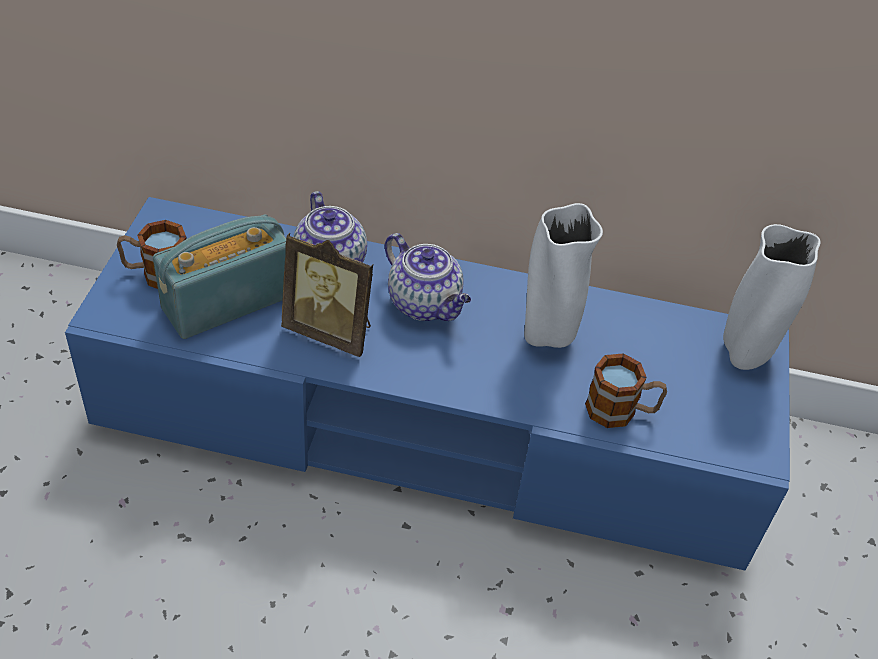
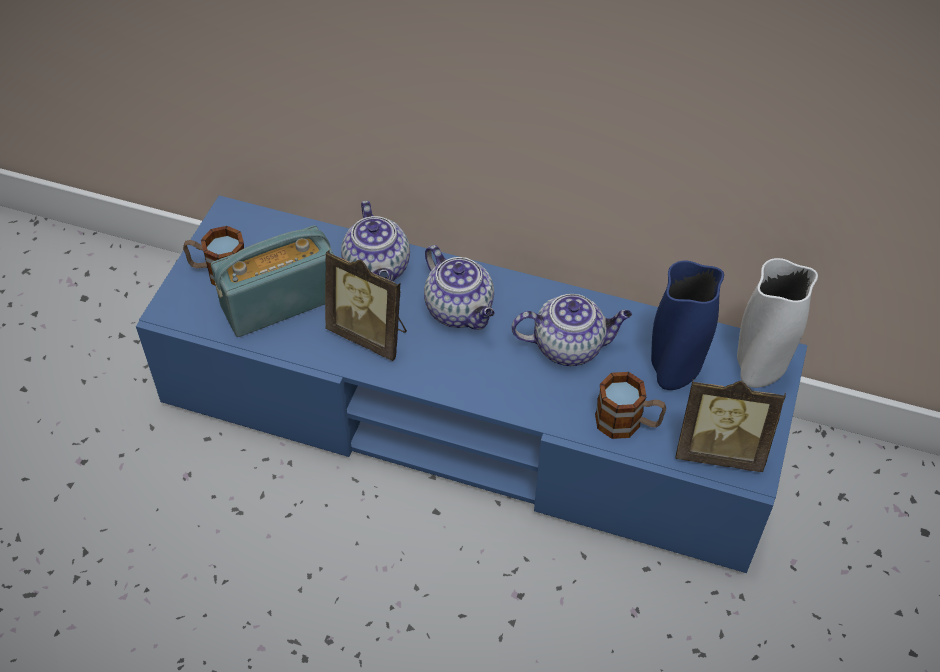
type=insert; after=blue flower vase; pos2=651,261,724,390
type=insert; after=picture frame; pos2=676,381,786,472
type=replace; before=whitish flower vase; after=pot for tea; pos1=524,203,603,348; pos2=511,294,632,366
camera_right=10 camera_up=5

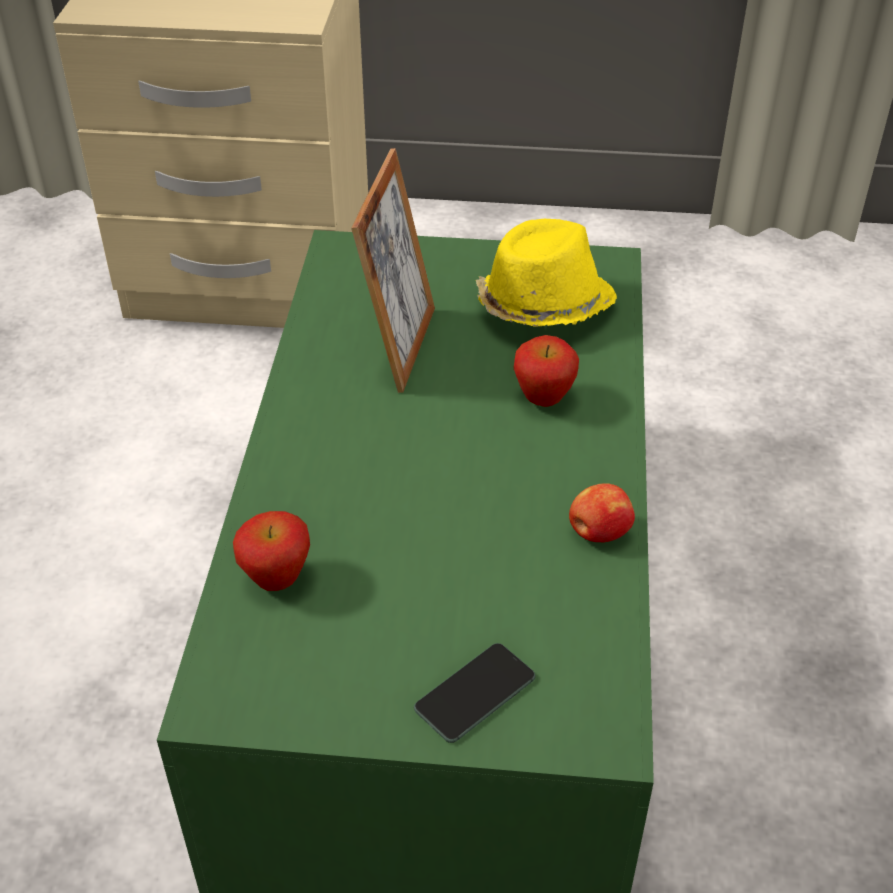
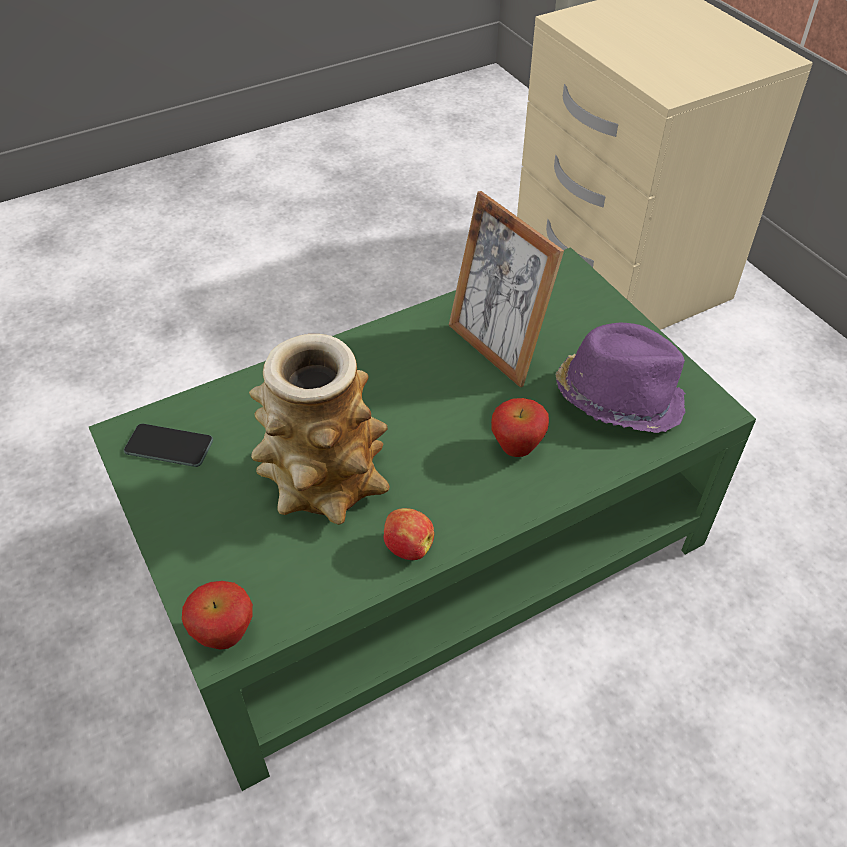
type=insert; after=flower vase; pos2=249,334,390,525
type=move; before=apple; pos1=233,511,310,591; pos2=182,581,253,650
type=move; before=phone; pos1=414,643,535,743; pos2=124,424,213,467
type=recolor; before=yellowish clothing hat; after=purplish clothing hat; pos1=476,219,617,327; pos2=555,323,686,433
type=rotate; before=picture frame; pos1=351,148,435,393; pos2=449,191,564,387; turn=75
camera_right=55 camera_up=5

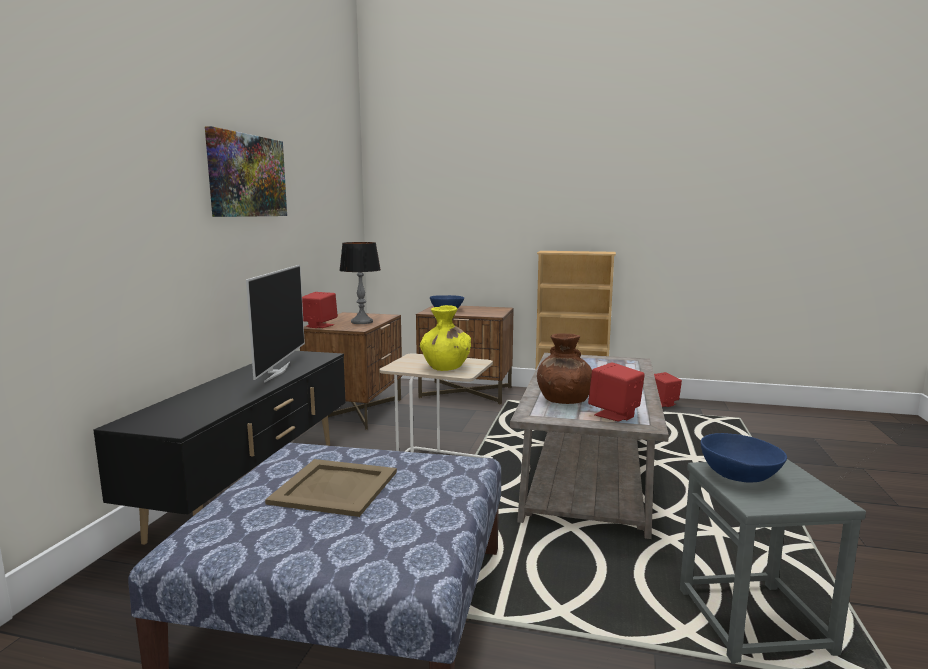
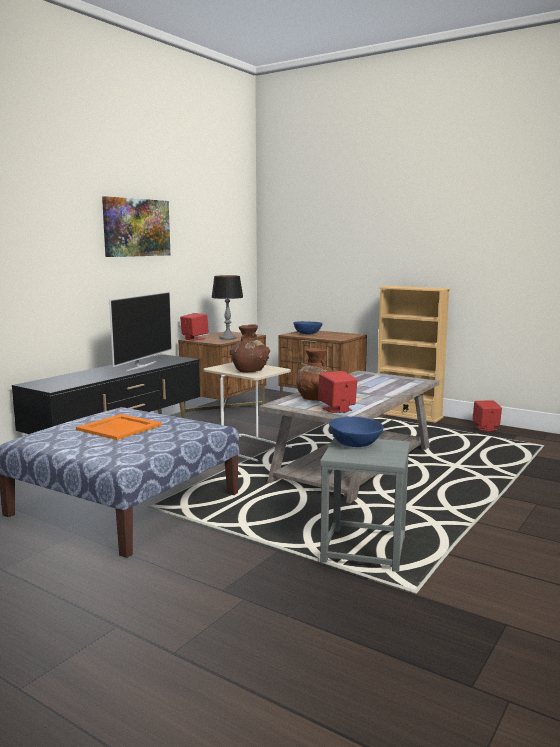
type=recolor; before=beige-coloured tray; after=orange-coloured tray; pos1=265,459,397,517; pos2=76,414,162,440
type=recolor; before=yellowish flower vase; after=brownish flower vase; pos1=420,305,471,371; pos2=230,324,270,372
camera_right=20 camera_up=0

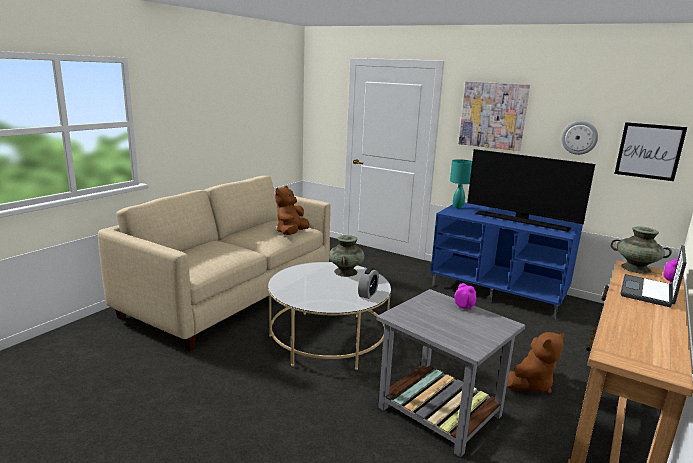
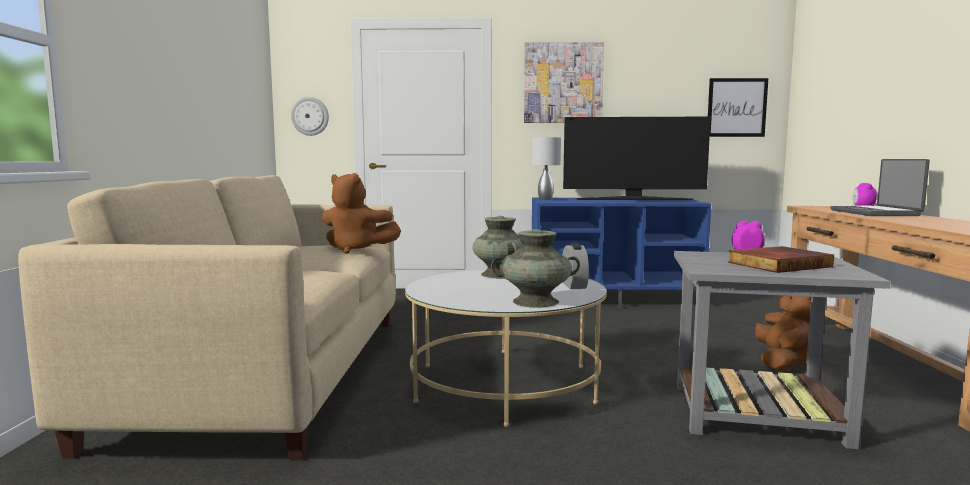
type=insert; after=bound book; pos2=728,246,834,273
type=move; before=hanging clock; pos1=562,121,598,155; pos2=291,97,329,136
type=move; before=turquoise flower vase; pos1=611,227,672,274; pos2=491,229,580,307
type=recolor; before=turquoise tabletop lamp; after=greyish tabletop lamp; pos1=450,159,472,208; pos2=532,137,561,200
type=rotate; before=brownish plush toy; pos1=275,186,309,235; pos2=322,173,401,254; turn=-60
camera_right=-30 camera_up=-10

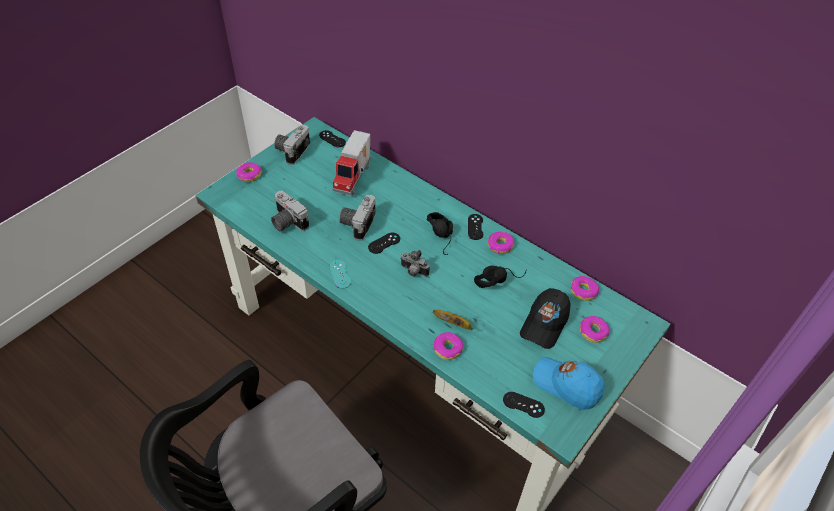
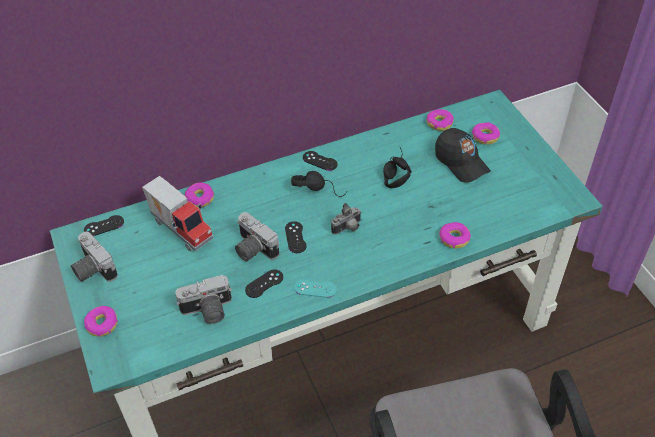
type=delete; before=banana; pos1=433,310,473,330
type=delete; before=blue cap; pos1=533,357,605,410
type=move; before=doughnut; pos1=488,232,514,254; pos2=185,182,214,207
type=move; before=blackish gamepad; pos1=503,392,545,418; pos2=245,269,283,298
camera_right=-60 camera_up=0

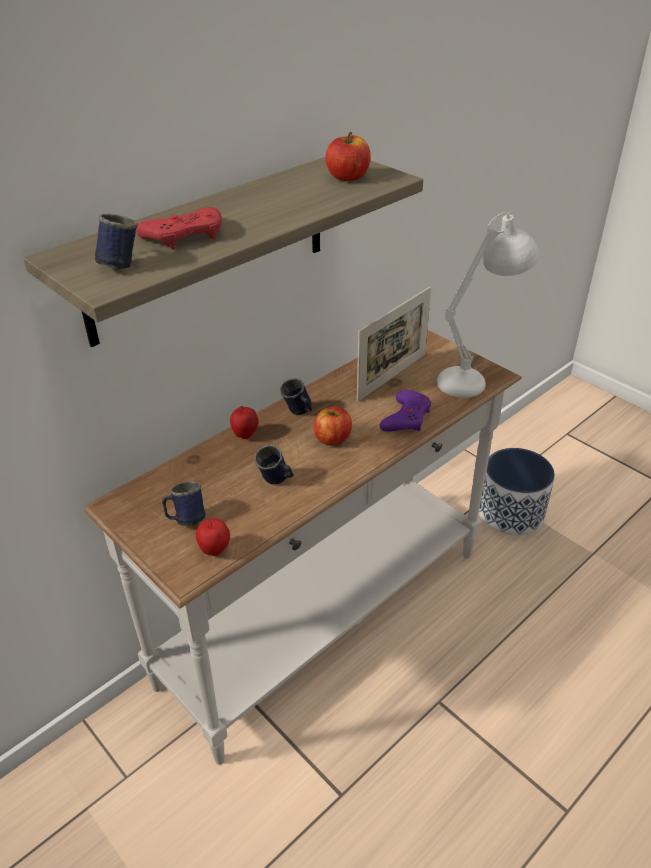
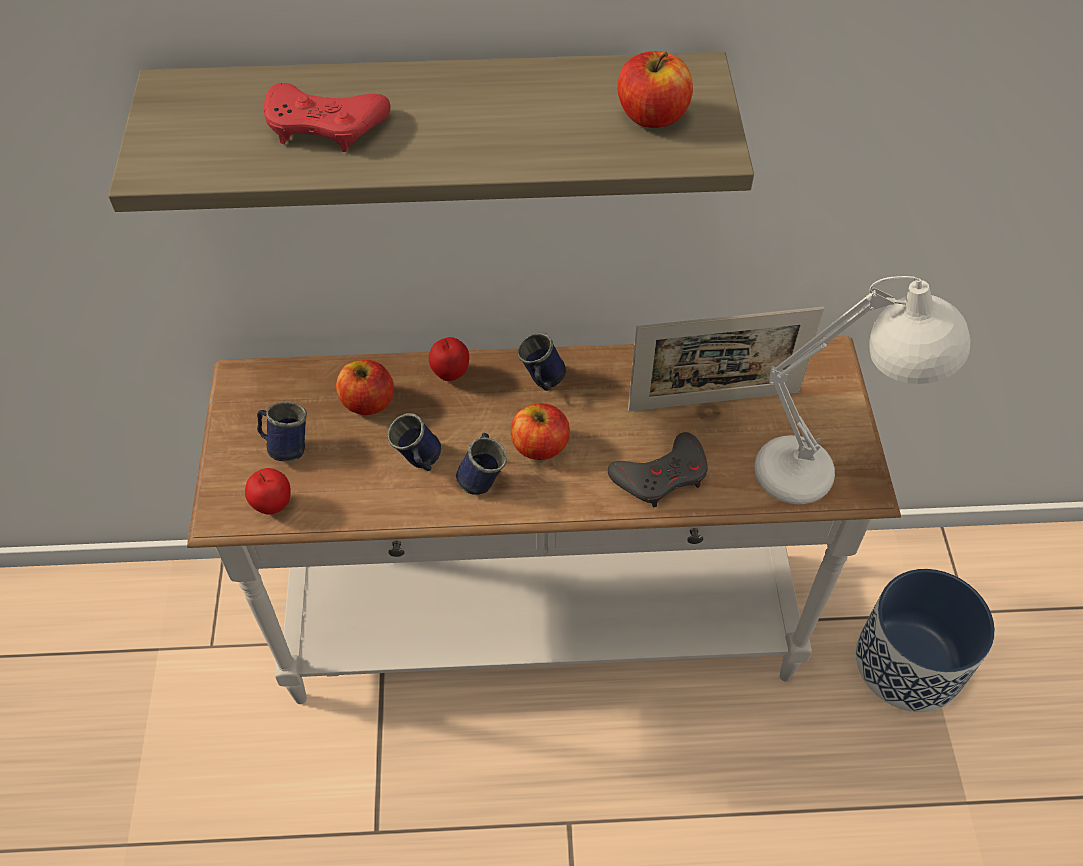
type=insert; after=apple; pos2=336,360,394,415
type=move; before=blue mug; pos1=95,214,138,269; pos2=456,432,507,495
type=recolor; before=purplish gamepad; after=greyish gamepad; pos1=379,390,431,432; pos2=608,432,708,507
camera_right=40 camera_up=15

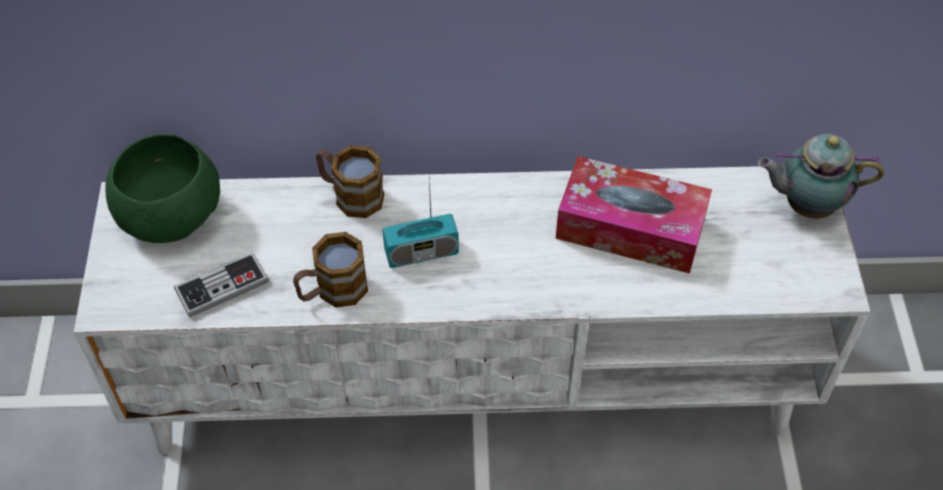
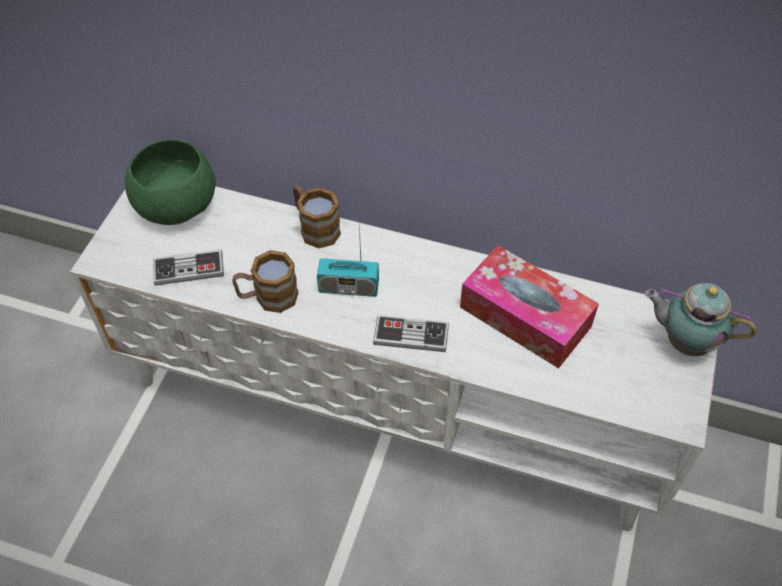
type=insert; after=gamepad; pos2=373,315,449,352
camera_right=20 camera_up=0

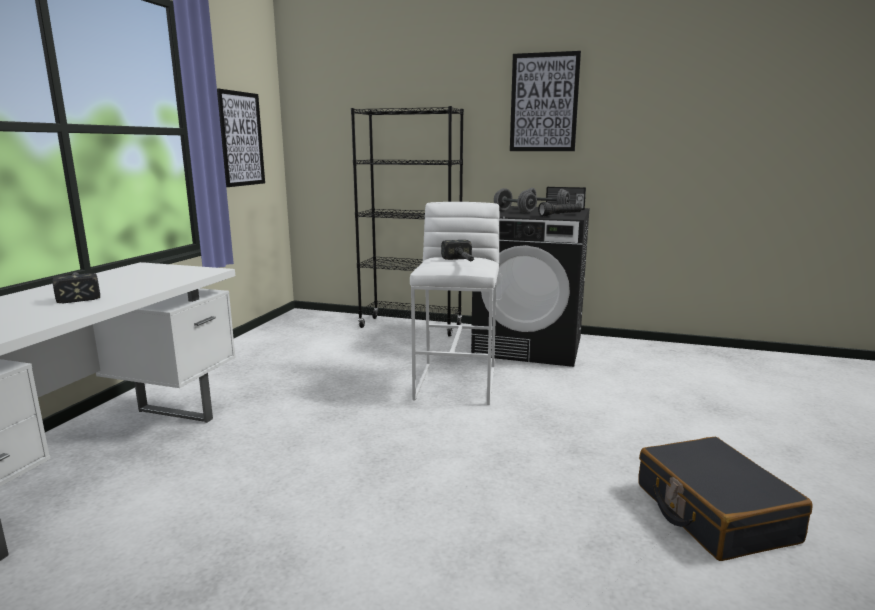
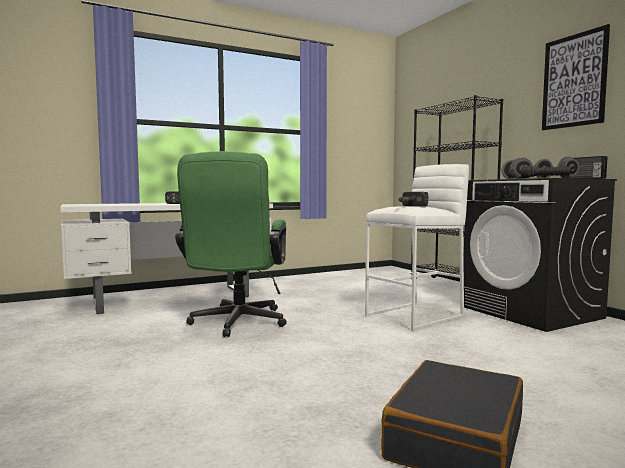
type=delete; before=wall art; pos1=217,88,265,187
type=insert; after=greenish desk chair; pos2=175,151,287,337
camera_right=45 camera_up=-10

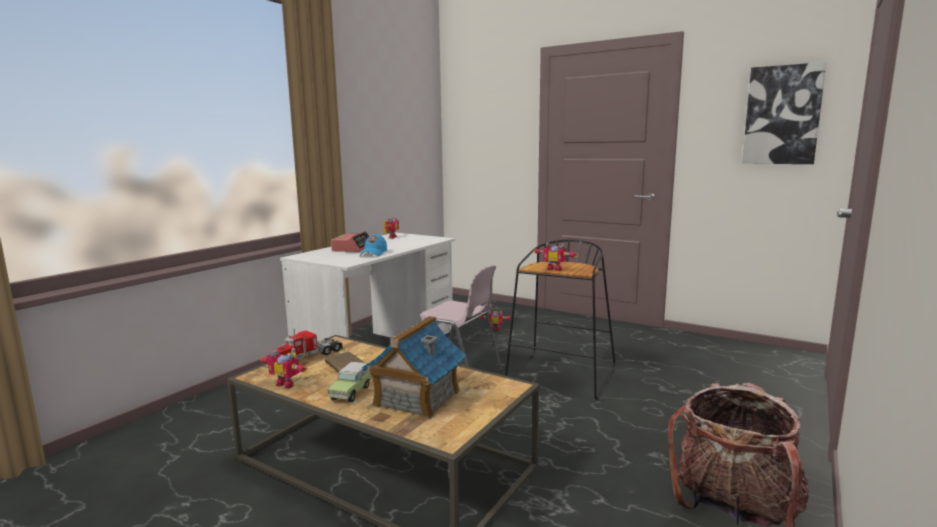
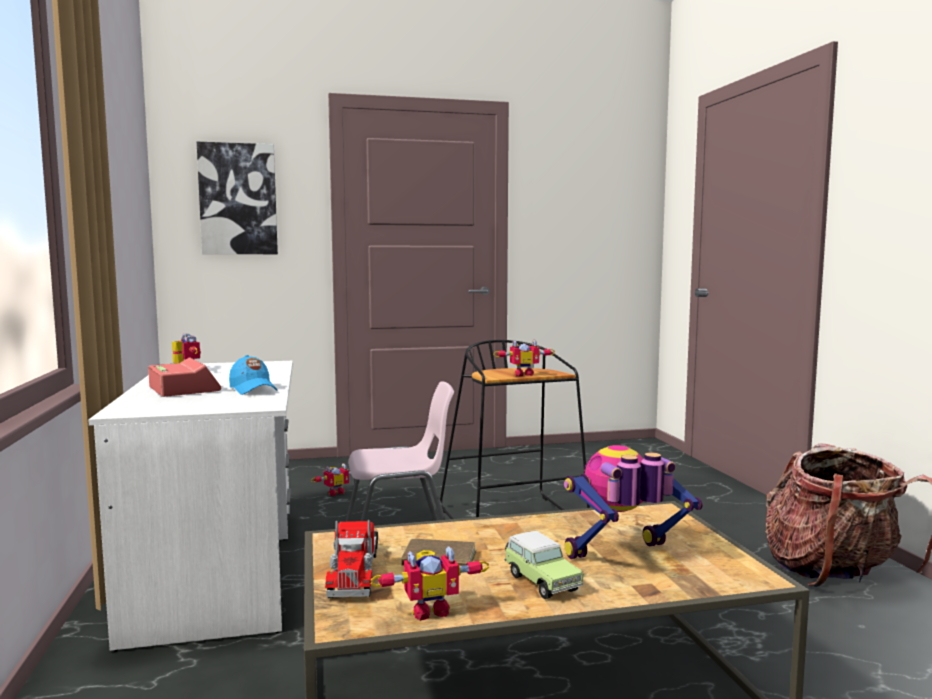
type=move; before=wall art; pos1=742,62,826,164; pos2=197,142,278,254
type=replace; before=model house; after=robot figure; pos1=362,316,466,419; pos2=564,445,703,559
camera_right=-45 camera_up=-5

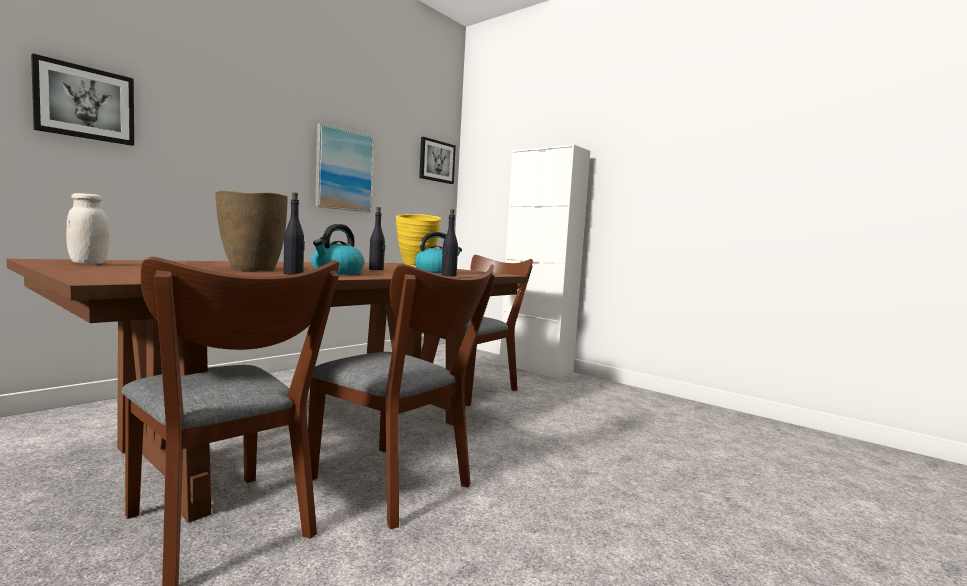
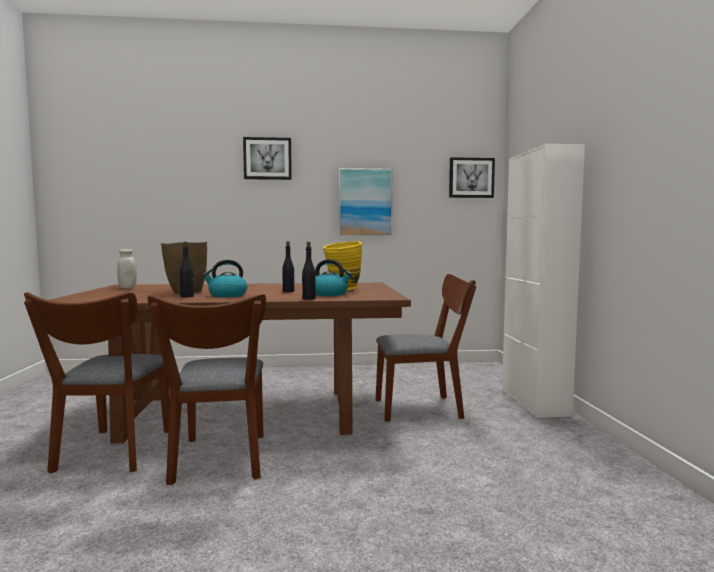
type=move; before=wall art; pos1=31,53,134,146; pos2=243,137,292,180
camera_right=45 camera_up=0

